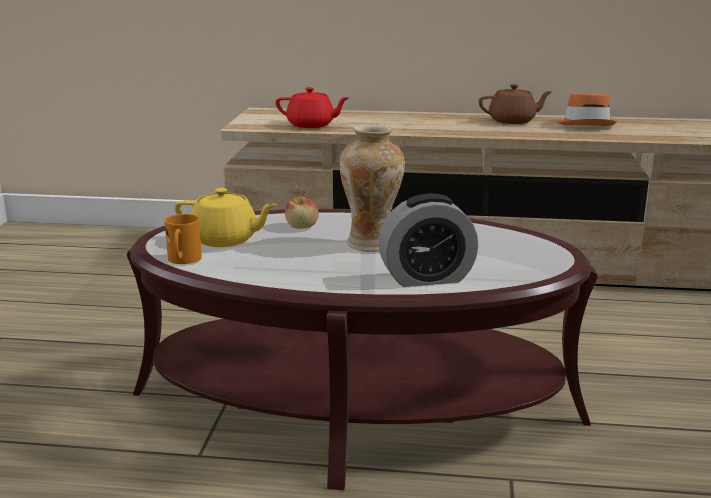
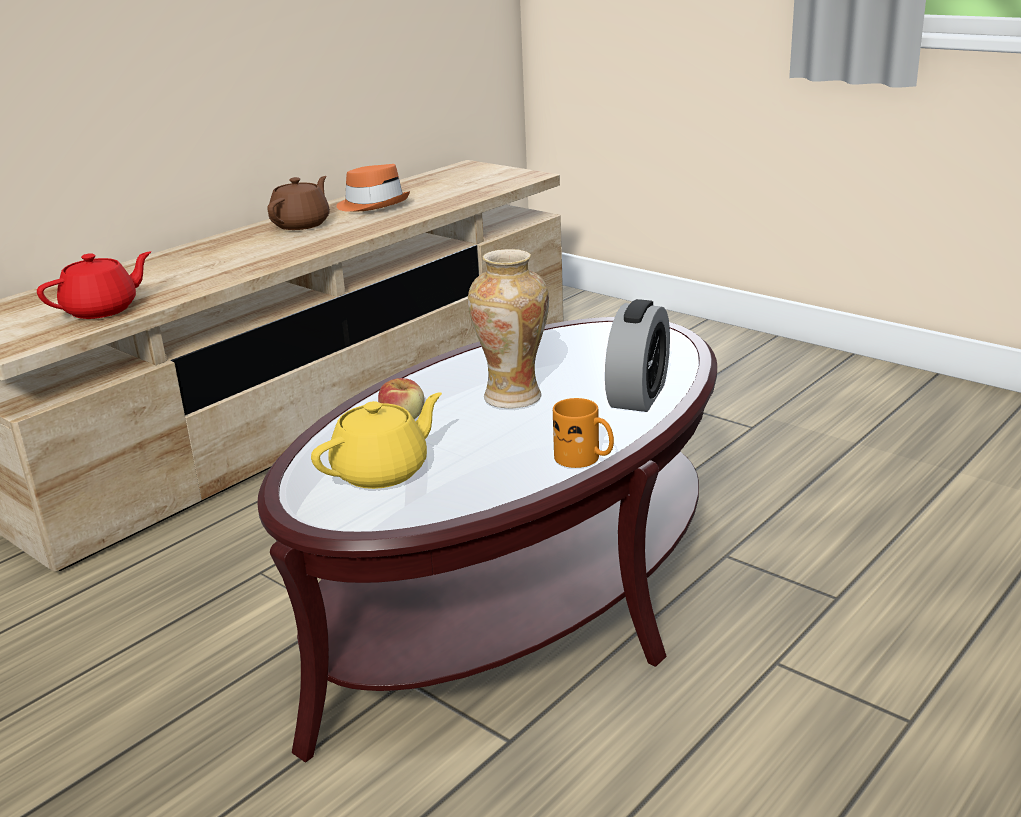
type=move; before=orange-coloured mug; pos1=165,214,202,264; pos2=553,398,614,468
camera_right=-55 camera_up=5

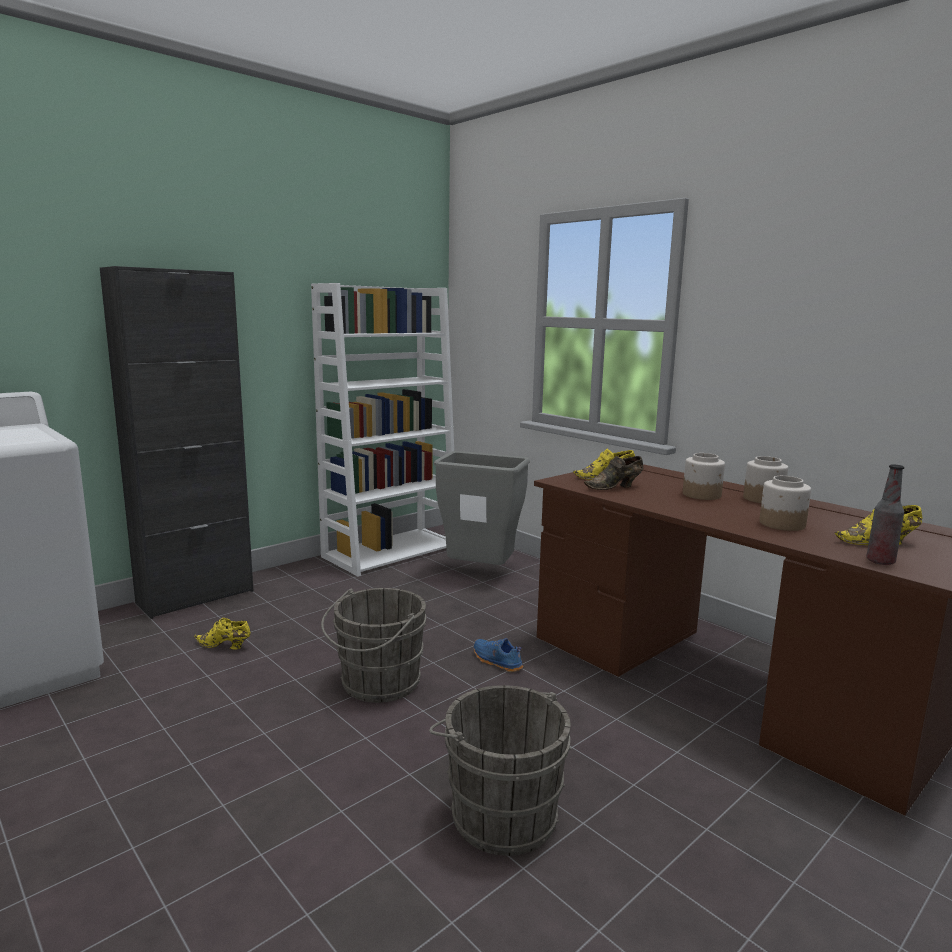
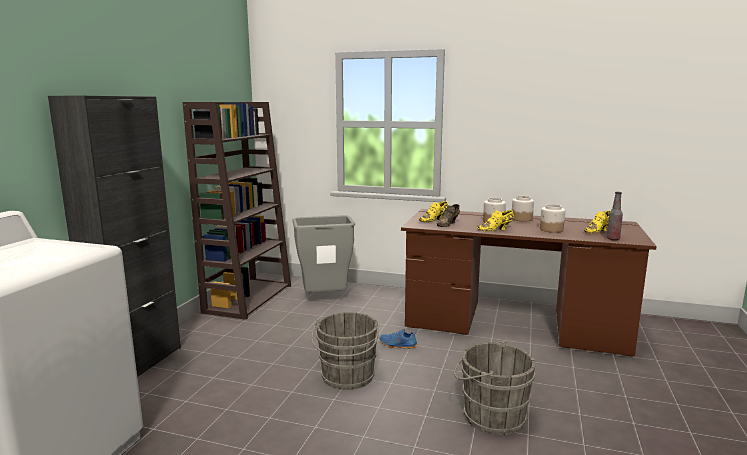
type=move; before=yellowish shoe; pos1=194,618,251,650; pos2=476,210,514,231
type=recolor; before=whitish bookcase; after=brownish bookcase; pos1=311,283,454,577; pos2=183,102,291,320
camera_right=-30 camera_up=0

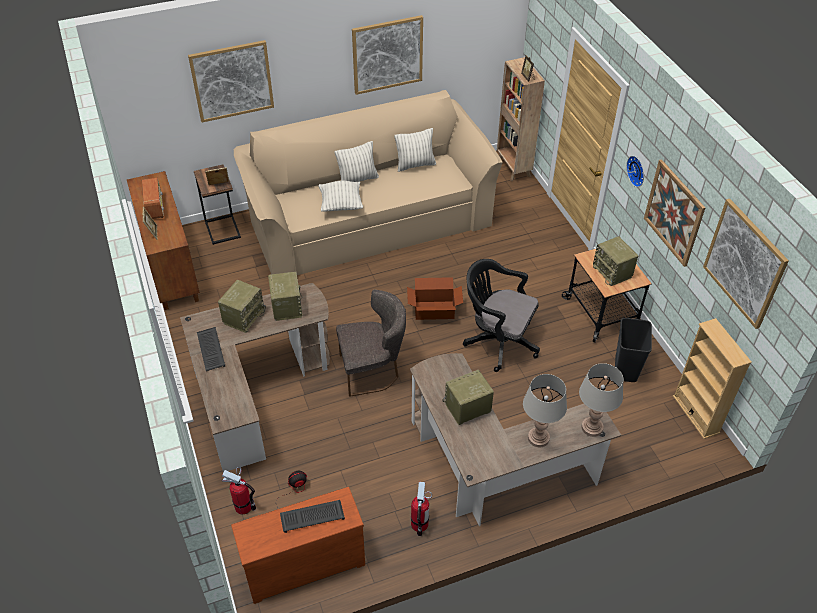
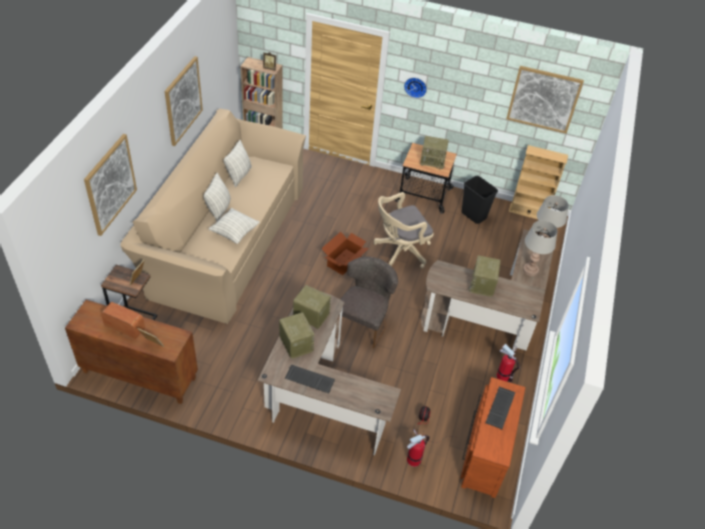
type=delete; before=wall art; pos1=644,159,705,267
type=recolor; before=blackish desk chair; after=beige-coloured desk chair; pos1=463,259,540,372; pos2=373,192,433,268
camera_right=-55 camera_up=0

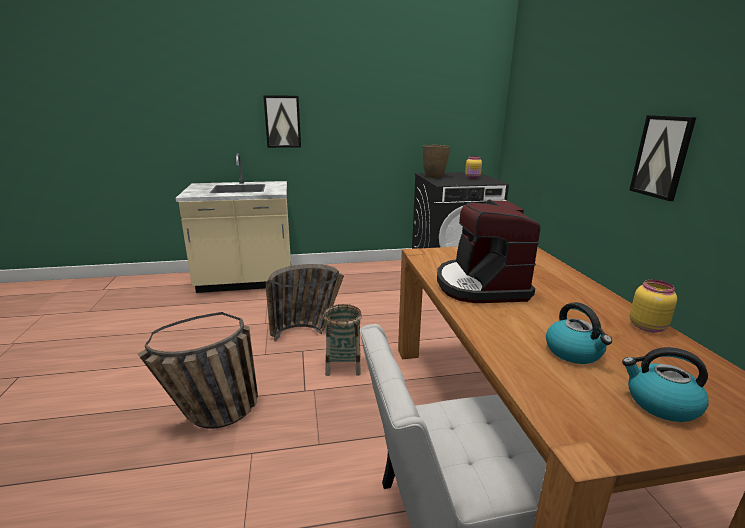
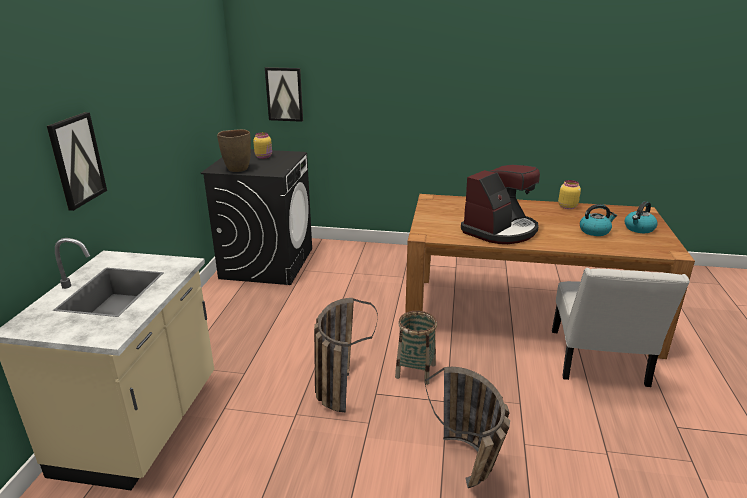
type=move; before=wall art; pos1=629,115,696,201; pos2=265,67,303,122
type=rotate; before=coffee maker; pos1=437,200,541,303; pos2=461,165,540,244; turn=-60
camera_right=-70 camera_up=5

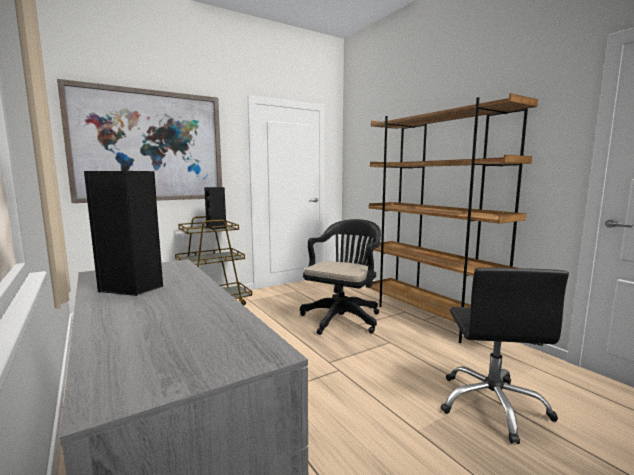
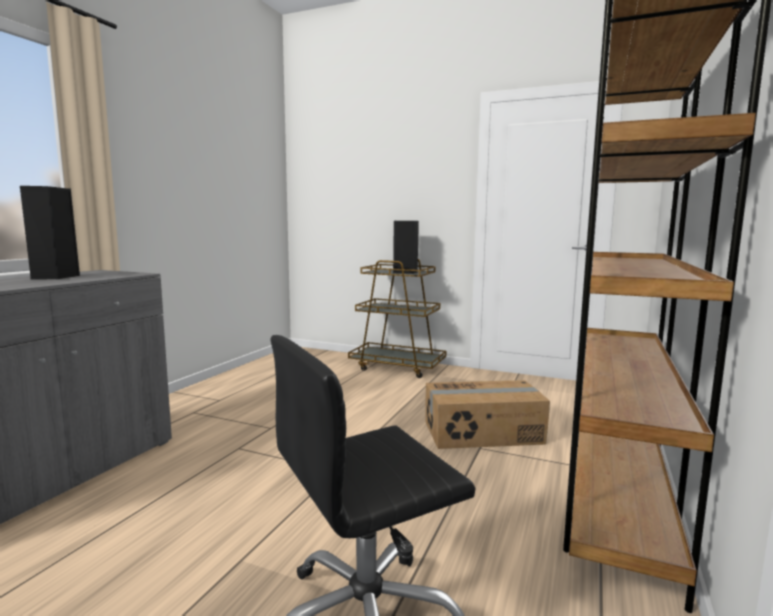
type=delete; before=wall art; pos1=57,79,222,203
type=replace; before=blackish desk chair; after=cardboard box; pos1=300,219,381,335; pos2=425,380,550,449
camera_right=55 camera_up=0

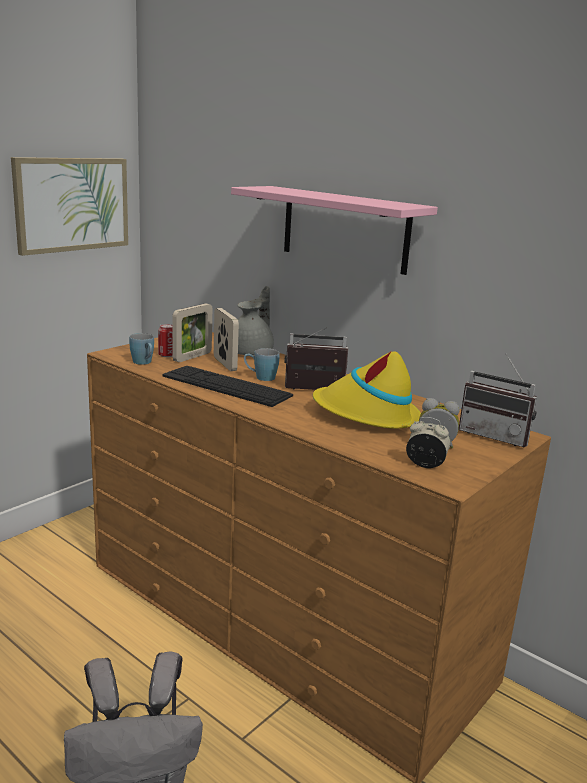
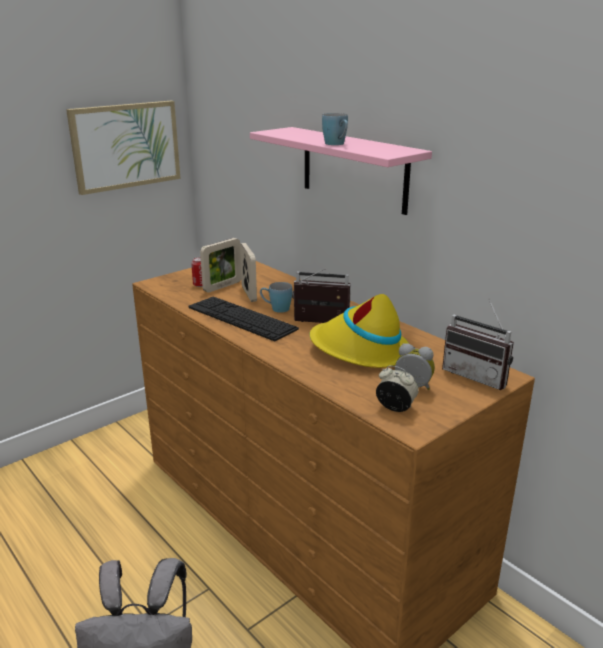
type=delete; before=greyish pot for tea; pos1=237,286,274,355
type=move; before=blue mug; pos1=129,333,154,365; pos2=322,113,348,145
camera_right=10 camera_up=5

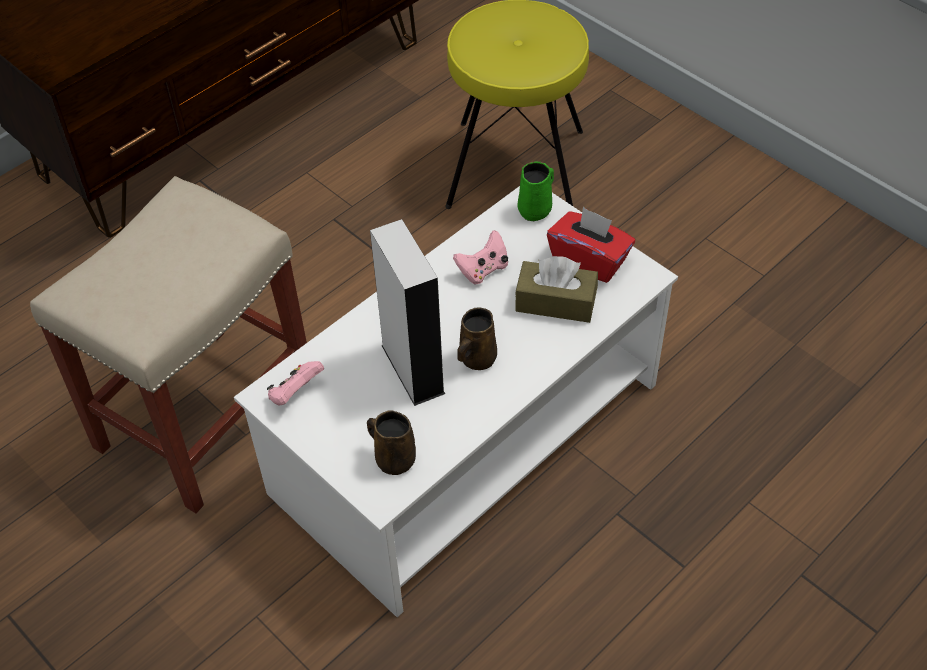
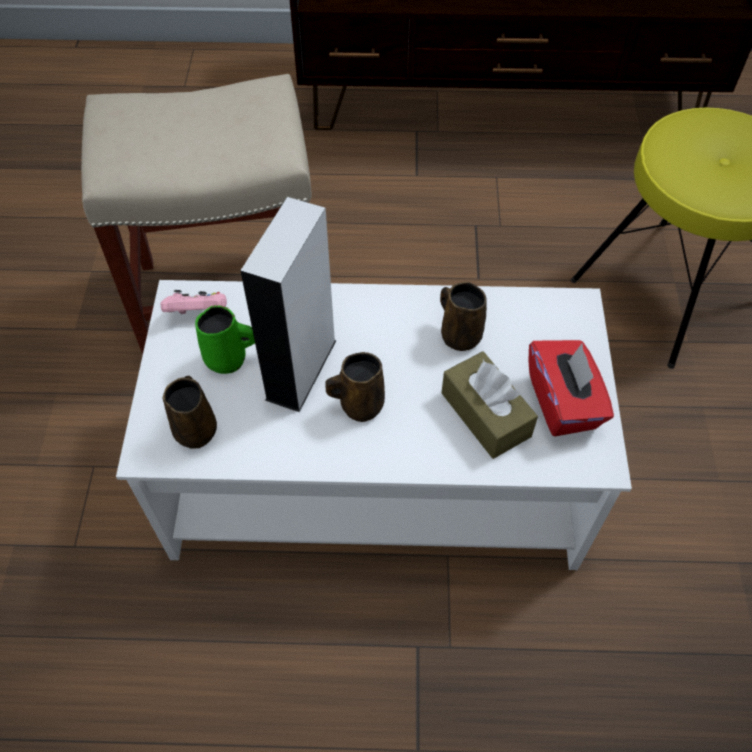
type=move; before=greenish mug; pos1=518,162,554,221; pos2=195,305,255,374
type=replace; before=pinkish gamepad; after=brownish mug; pos1=453,230,508,284; pos2=440,282,487,351
camera_right=45 camera_up=5

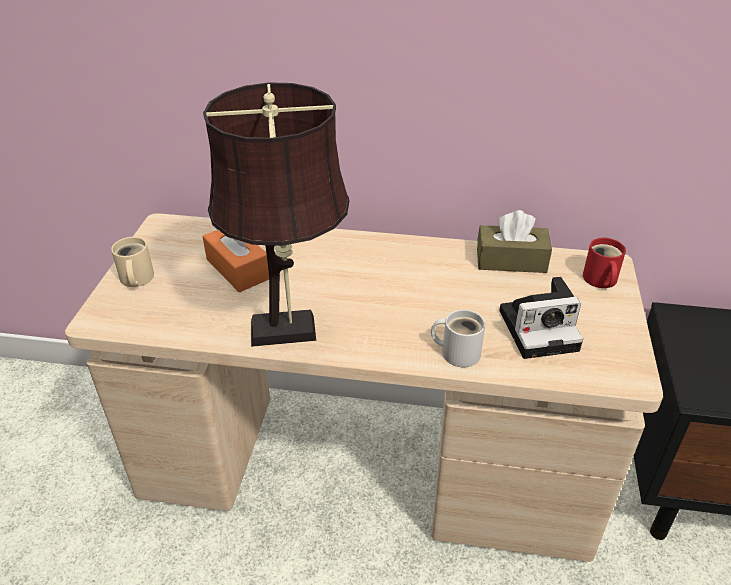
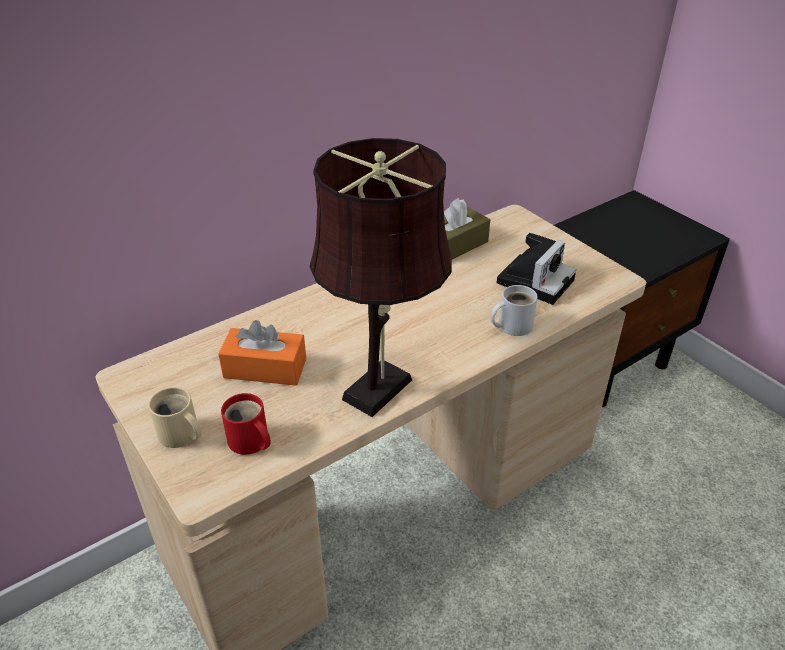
type=move; before=reddish mug; pos1=583,238,626,288; pos2=221,393,271,455
camera_right=-45 camera_up=0

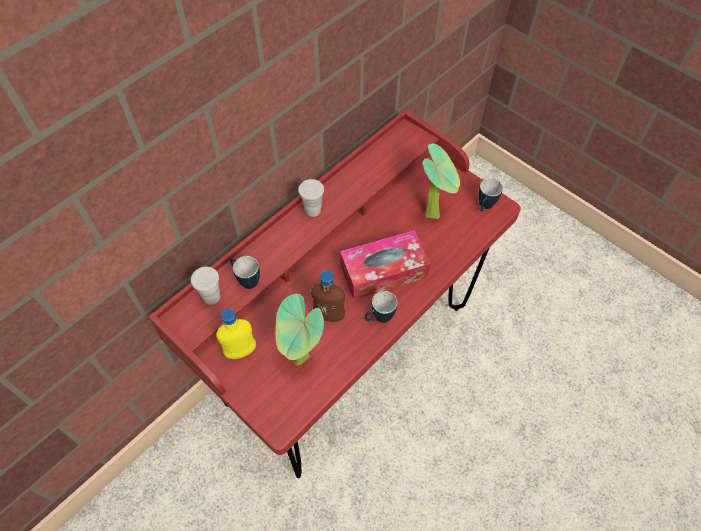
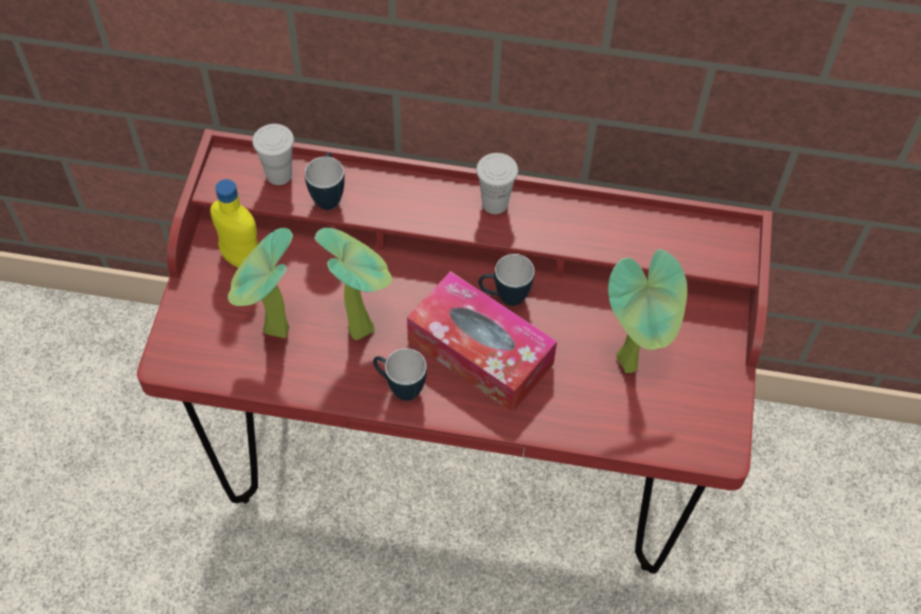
type=move; before=mug; pos1=478,178,503,211; pos2=478,254,534,306
type=replace; before=brownish bottle; after=plant in a pot; pos1=311,270,345,322; pos2=315,228,392,340
camera_right=55 camera_up=0

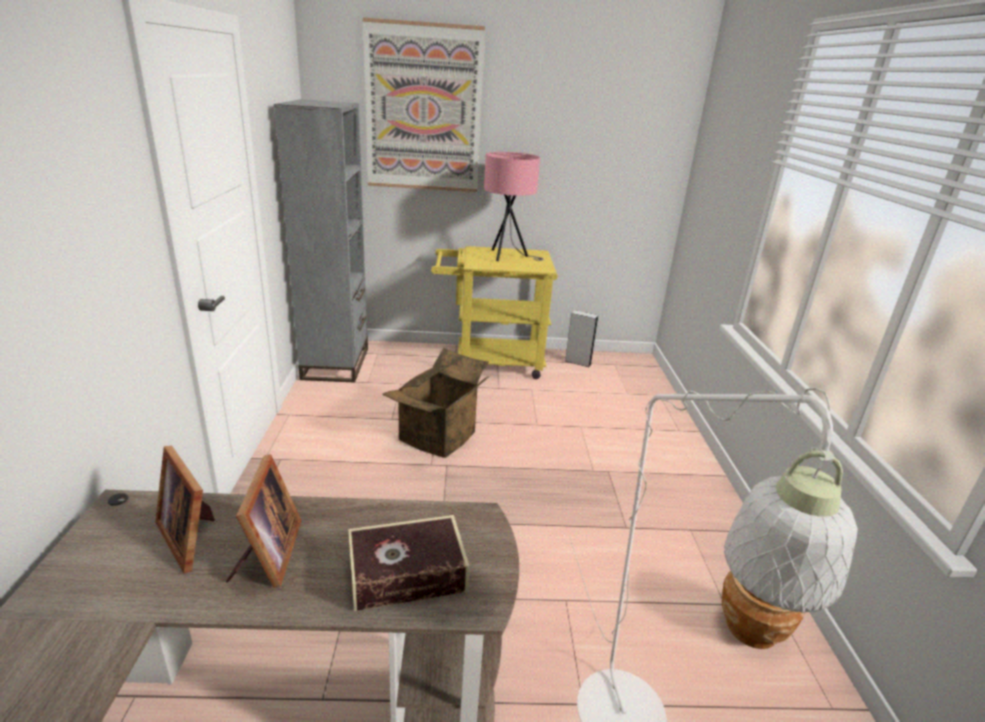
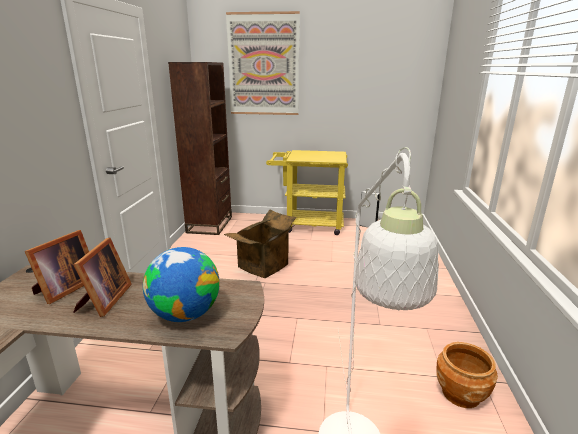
type=delete; before=pinkish tabletop lamp; pos1=484,152,543,261
type=replace; before=bound book; after=world globe; pos1=348,515,469,611; pos2=143,247,220,322
type=recolor; before=greyish bookcase; after=brownish bookcase; pos1=274,99,368,383; pos2=168,62,232,235
type=rotate; before=picture frame; pos1=155,446,215,573; pos2=25,230,89,304; turn=-120
camera_right=10 camera_up=-5

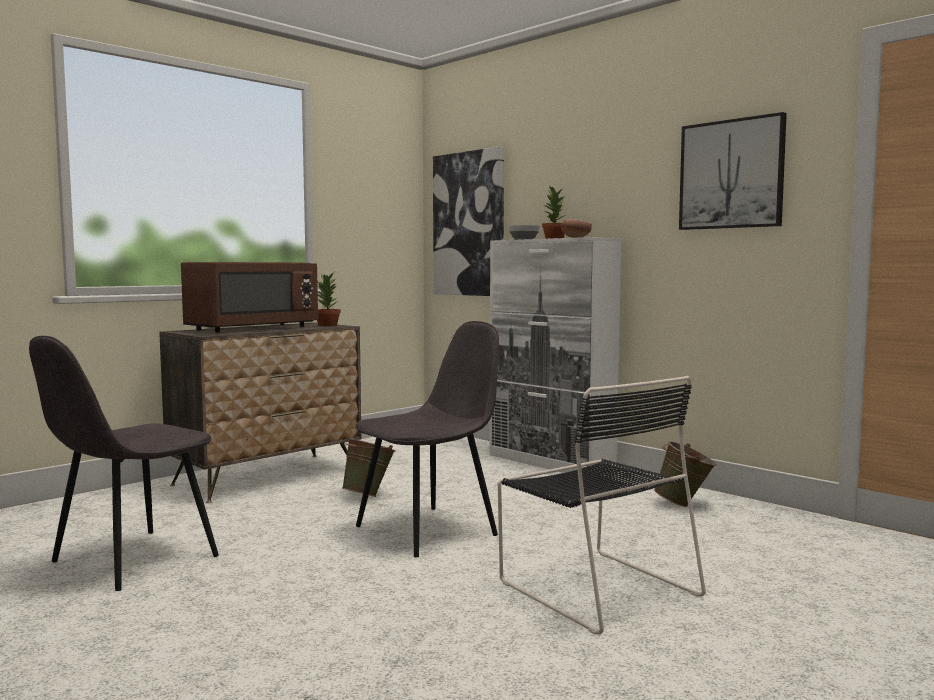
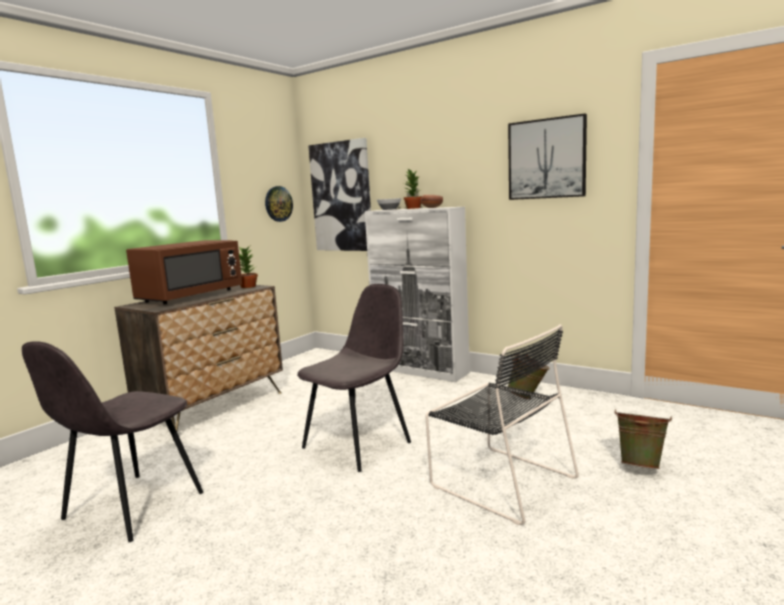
type=insert; after=hanging clock; pos2=265,186,293,222
type=move; before=greenish pail; pos1=342,438,395,497; pos2=614,409,672,469
camera_right=-10 camera_up=5

